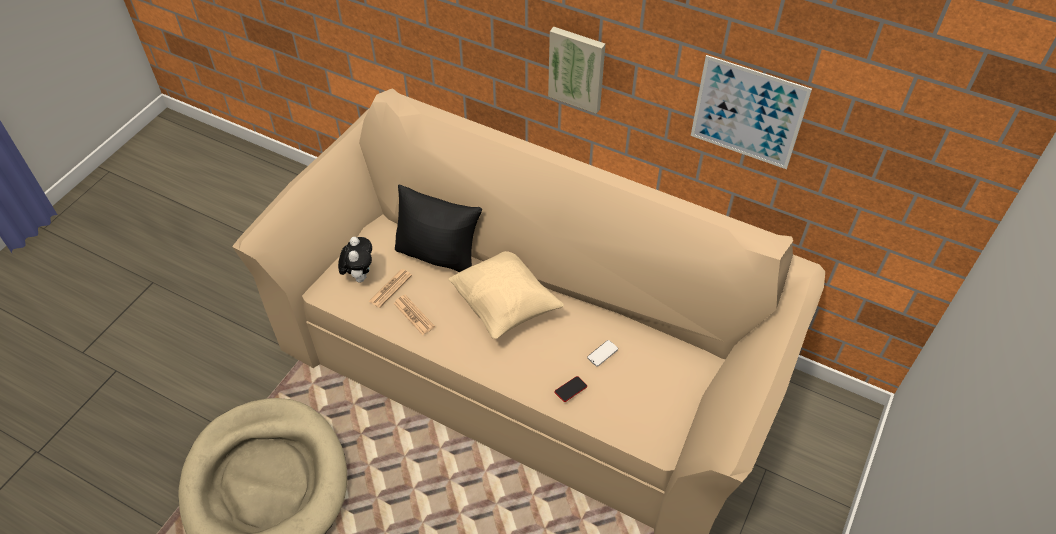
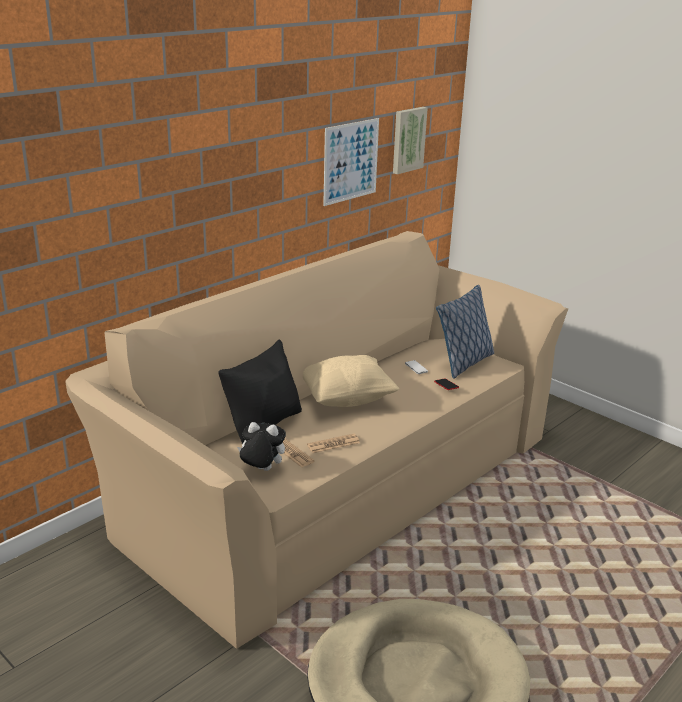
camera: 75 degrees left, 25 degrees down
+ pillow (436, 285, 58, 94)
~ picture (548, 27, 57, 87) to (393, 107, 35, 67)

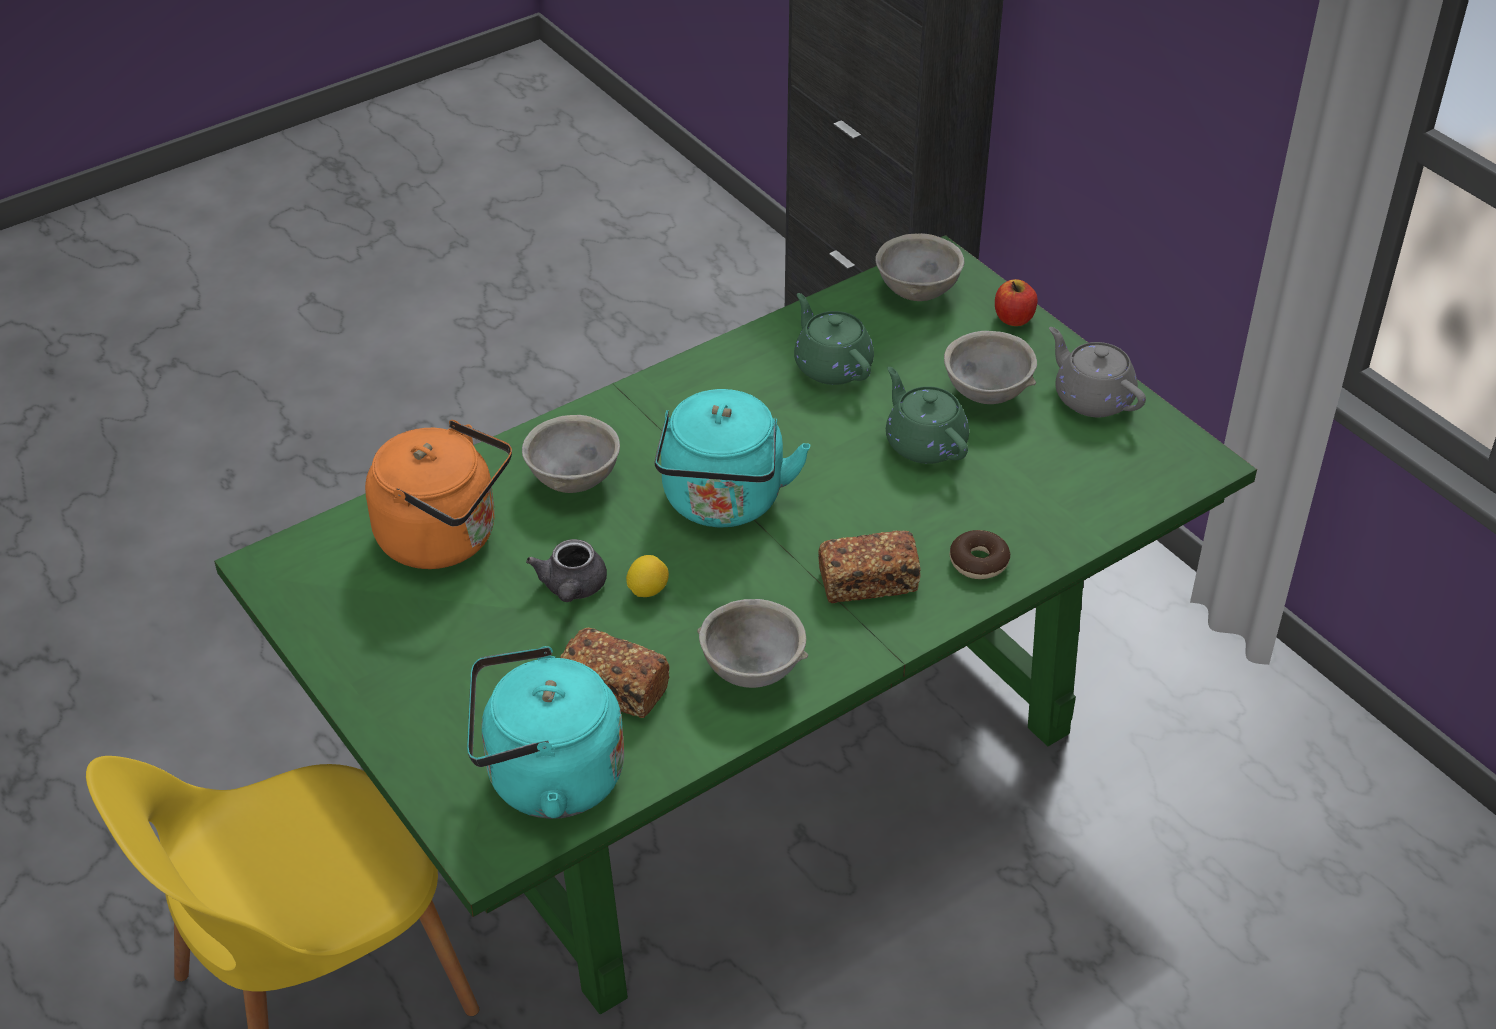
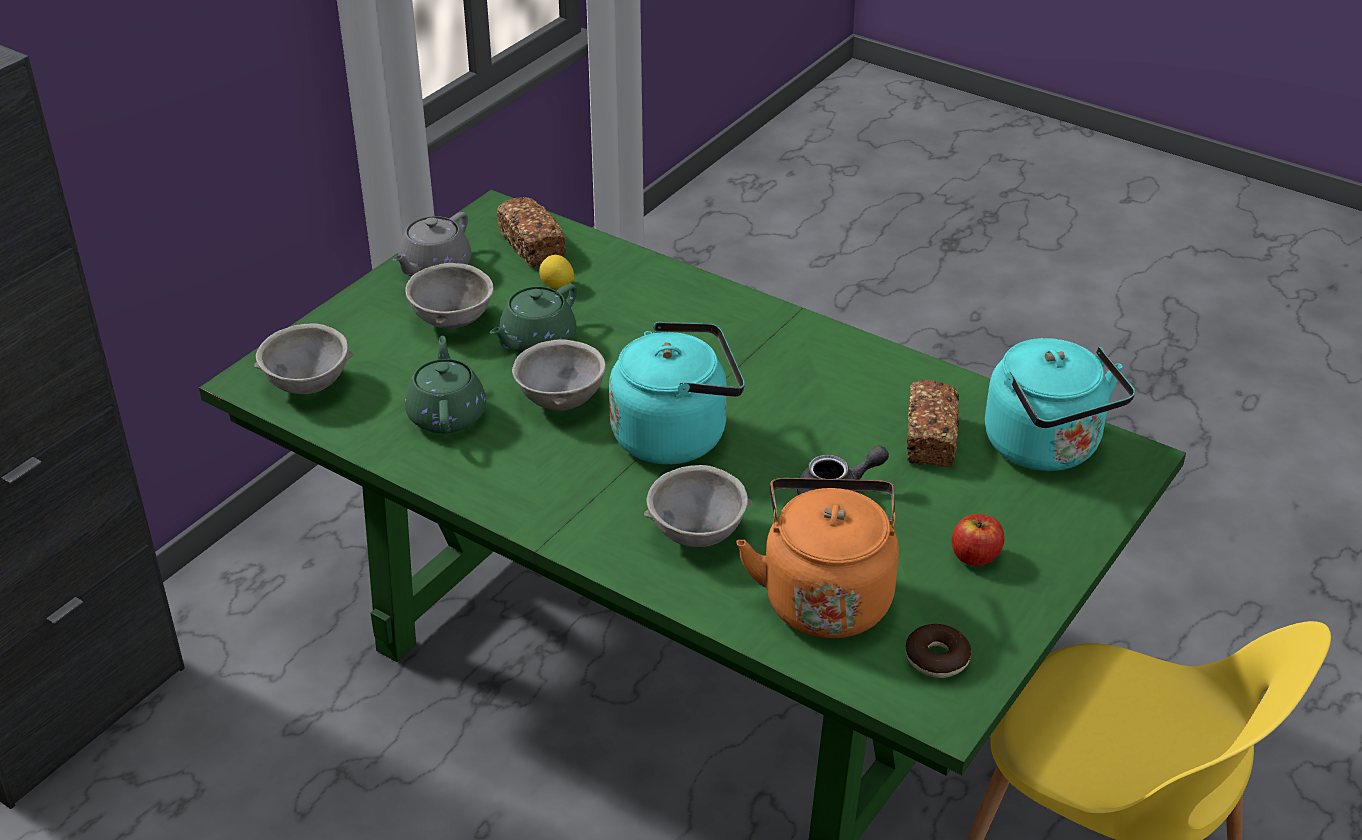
camera: 110 degrees left, 5 degrees down
~ lemon (626, 555, 43, 42) to (539, 255, 35, 34)
~ gray bowl (697, 599, 111, 89) to (512, 339, 94, 72)
~ bakery bread (818, 531, 103, 72) to (496, 197, 70, 70)
~ ring doughnut (950, 530, 60, 49) to (906, 624, 65, 54)
~ apple (995, 279, 43, 47) to (952, 514, 52, 52)
~ green tea pot (794, 293, 80, 92) = (405, 336, 81, 98) 135 degrees clockwise

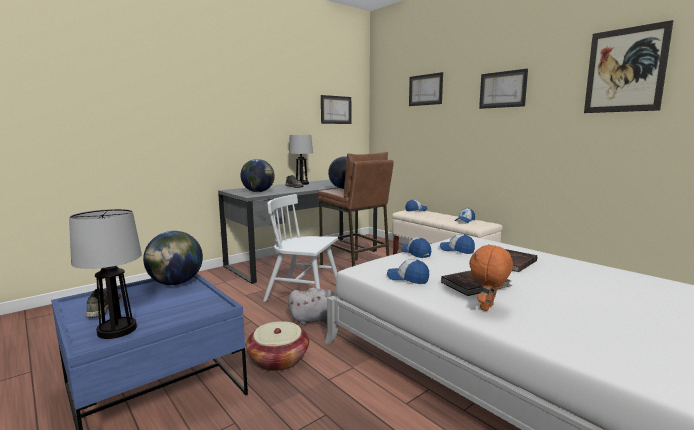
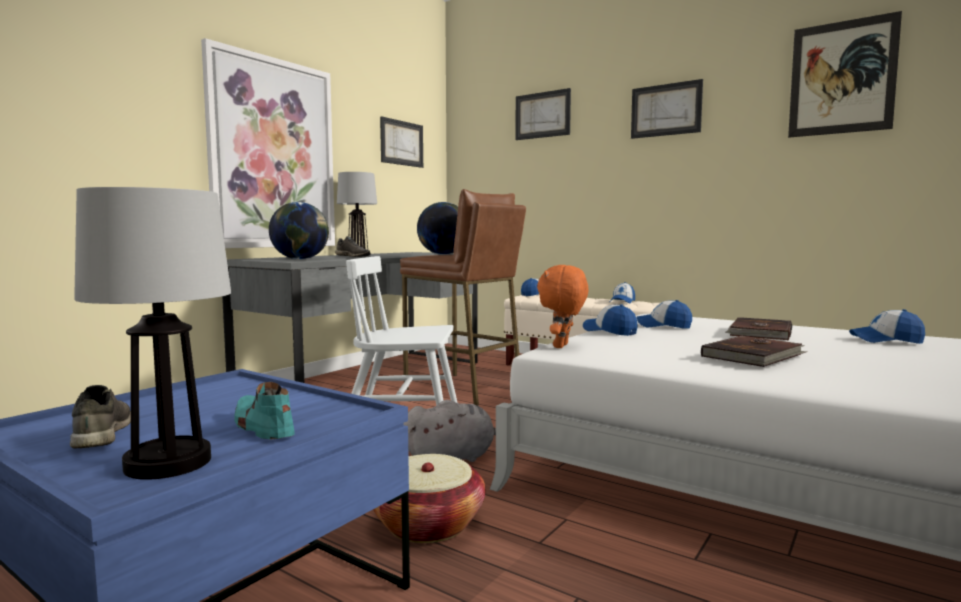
camera: 15 degrees left, 5 degrees down
- world globe (143, 231, 60, 54)
+ picture (201, 38, 134, 210)
+ turquoise item of footwear (234, 382, 61, 58)
~ peaked cap (387, 259, 42, 25) to (849, 309, 76, 35)
~ orange plush toy (469, 244, 44, 67) to (537, 265, 52, 83)

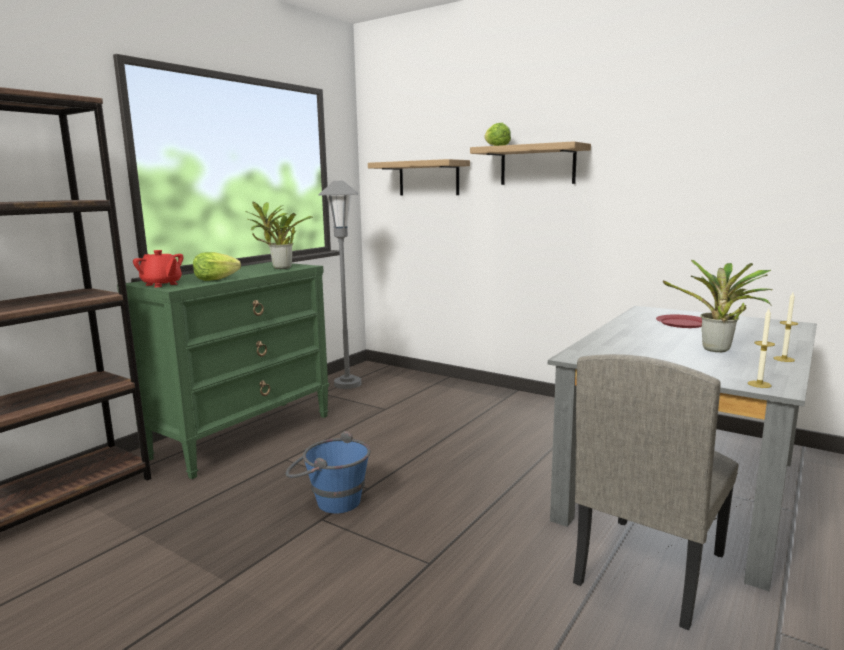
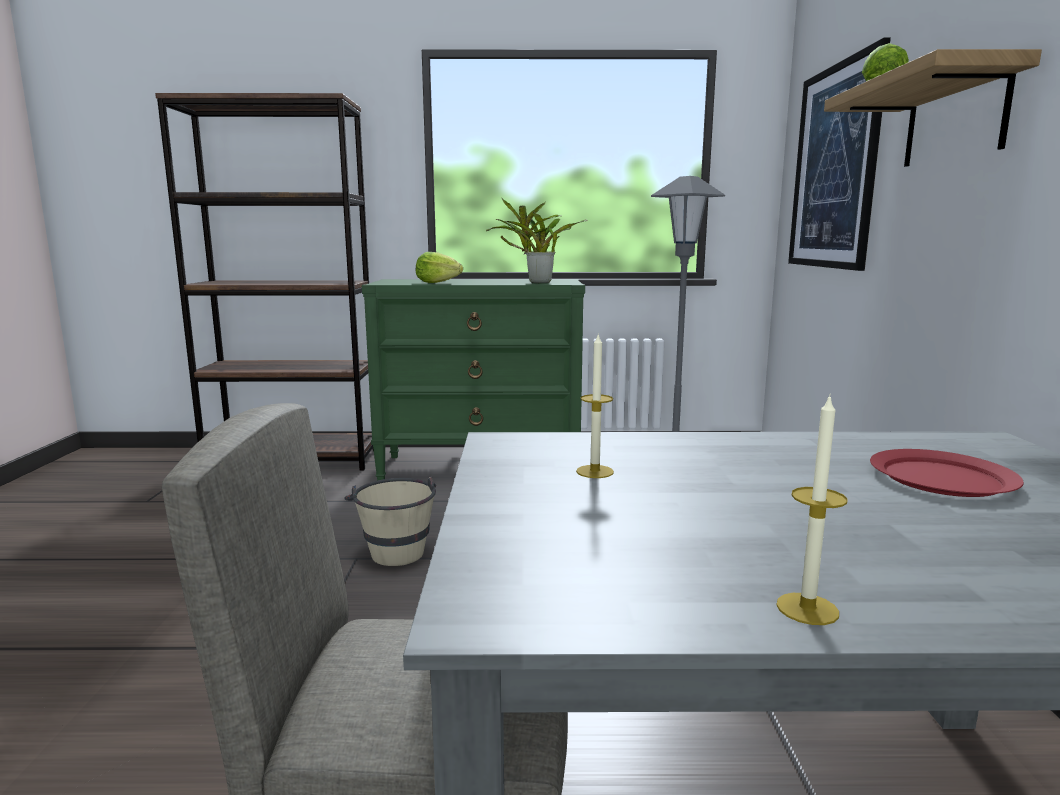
camera: 55 degrees right, 0 degrees up
- red-coloured tea pot (133, 250, 50, 37)
- plant in a pot (663, 260, 110, 92)
~ candle (748, 309, 27, 79) to (576, 333, 38, 145)
~ bracket shelf (368, 159, 102, 37) to picture (788, 37, 103, 234)
~ blue-coloured pail (286, 431, 85, 82) to beige pail (344, 476, 92, 90)

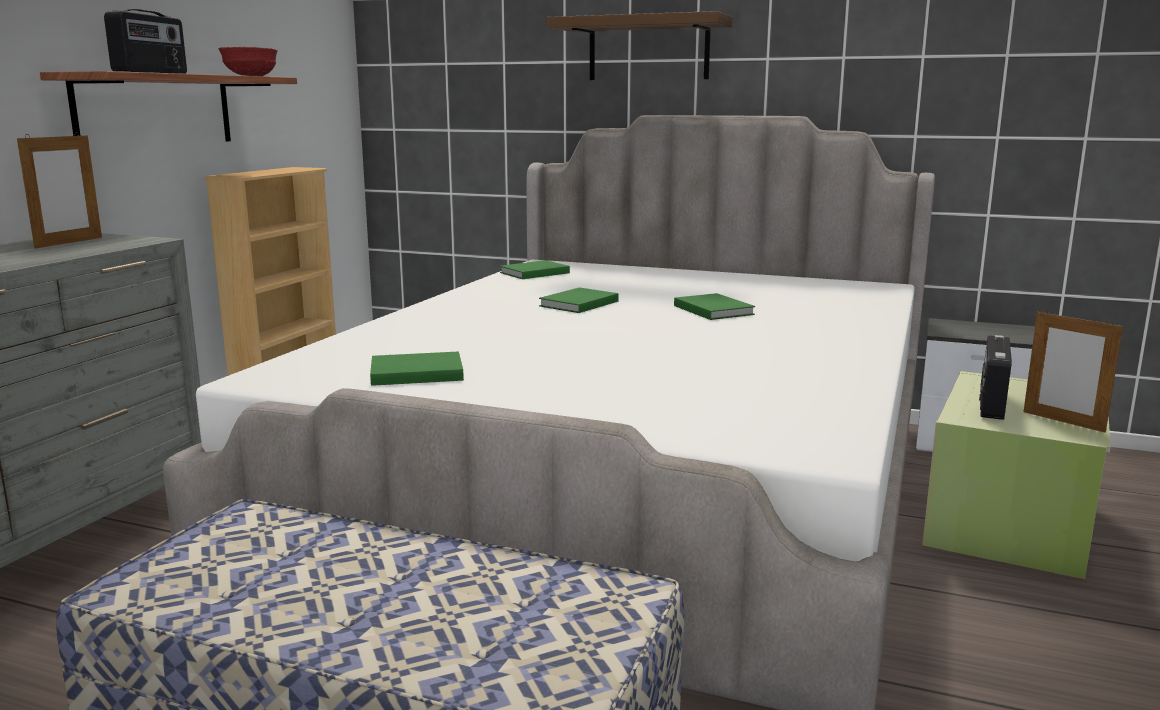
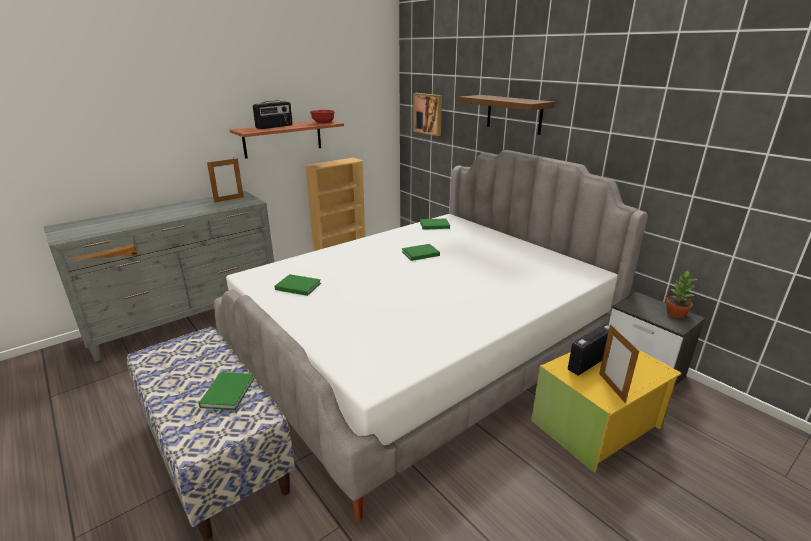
camera: 30 degrees right, 10 degrees up
+ picture (413, 93, 29, 43)
+ plant in a pot (666, 270, 33, 48)
~ green volume (674, 293, 81, 27) to (199, 372, 55, 38)
~ green storage box (922, 371, 189, 208) to yellow-coloured storage box (531, 349, 150, 124)

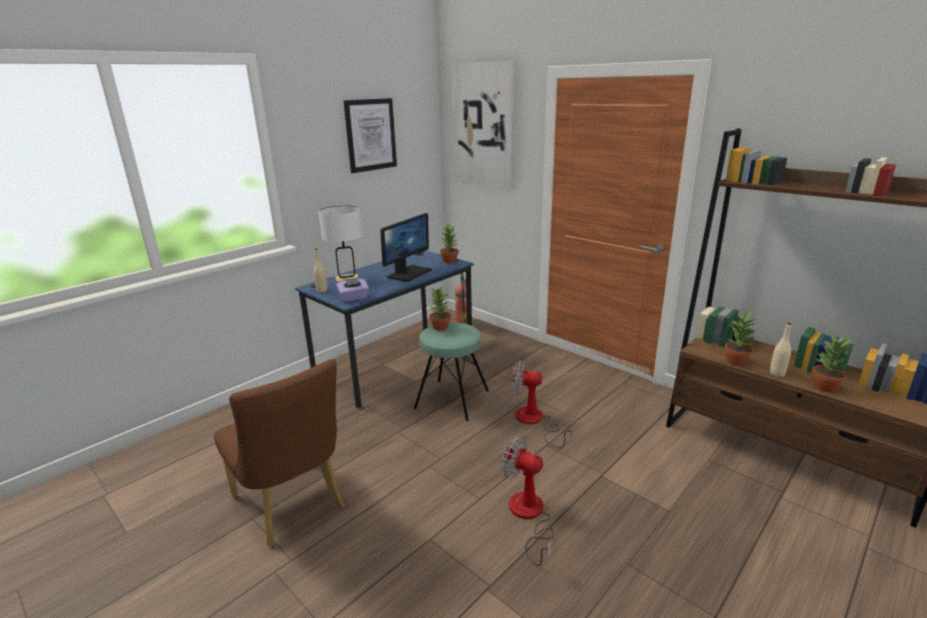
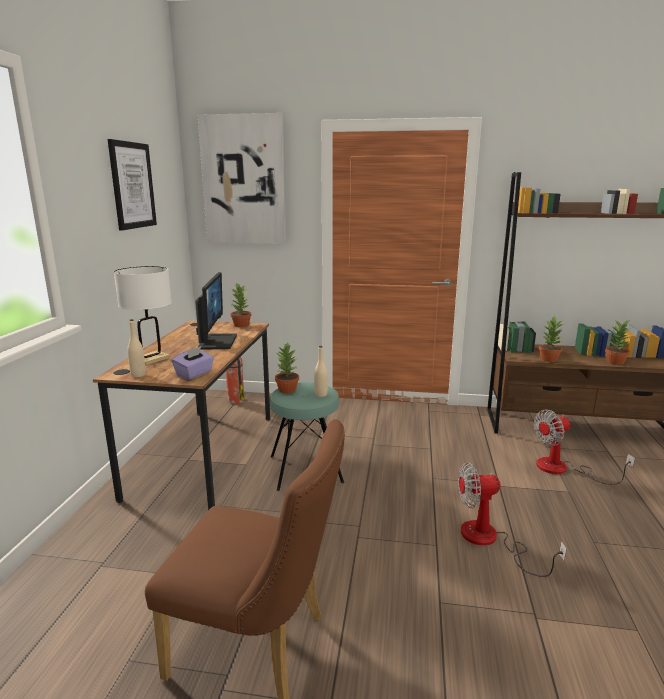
camera: 35 degrees left, 5 degrees down
~ fan (512, 361, 60, 87) to (534, 410, 101, 75)
~ beige beverage bottle (770, 322, 22, 55) to (314, 346, 14, 51)
~ blue-coloured desk (295, 251, 179, 157) to brown desk (93, 320, 178, 190)

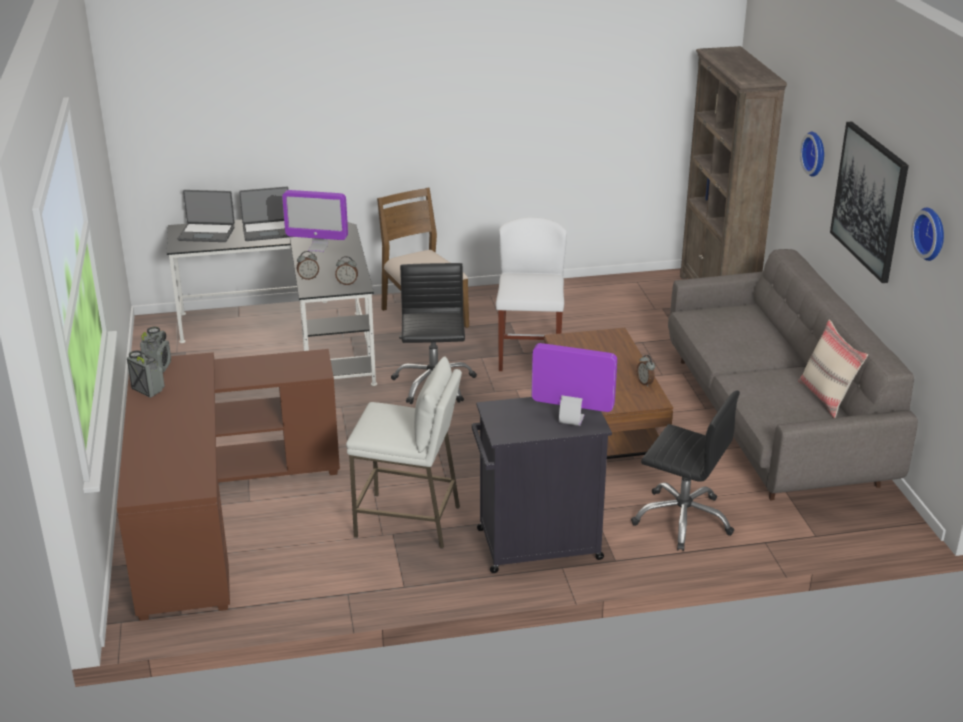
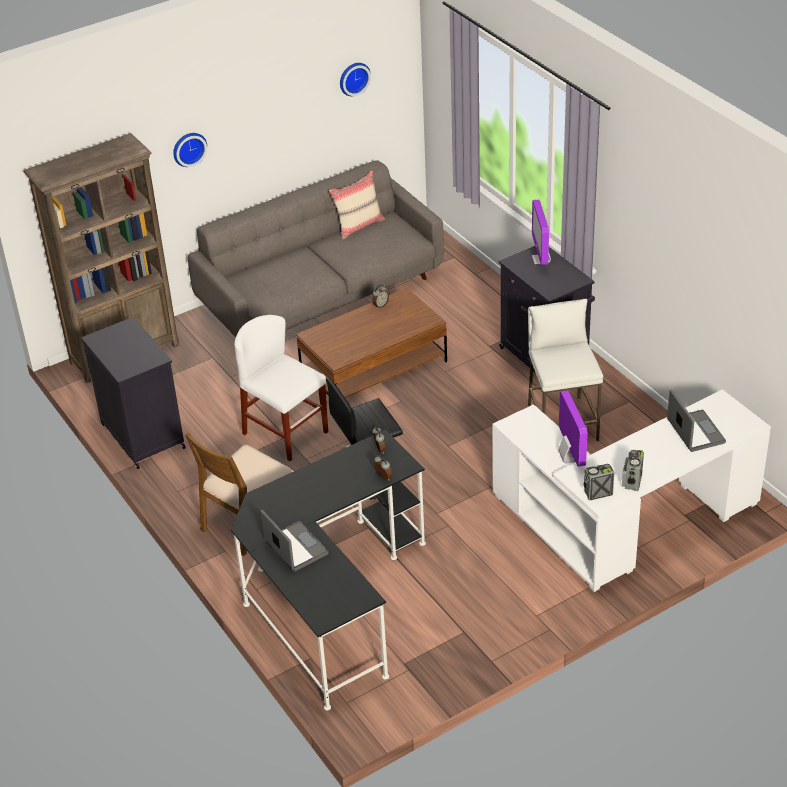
camera: 110 degrees left, 10 degrees up
- blackish computer chair (631, 390, 109, 161)
- picture (830, 121, 79, 162)
+ blackish cabinet (81, 317, 105, 152)
~ portable computer (178, 190, 57, 52) to (667, 390, 59, 62)
~ monitor (282, 190, 66, 62) to (558, 391, 30, 76)
~ brown desk (117, 349, 223, 272) to whitish desk (492, 389, 279, 203)
~ whitish chair (496, 217, 71, 154) = (234, 315, 94, 146) 60 degrees clockwise

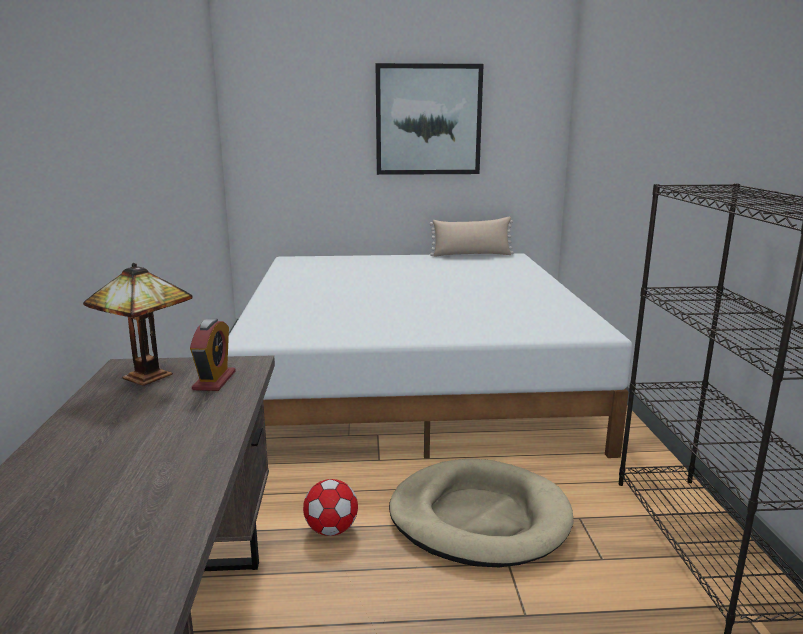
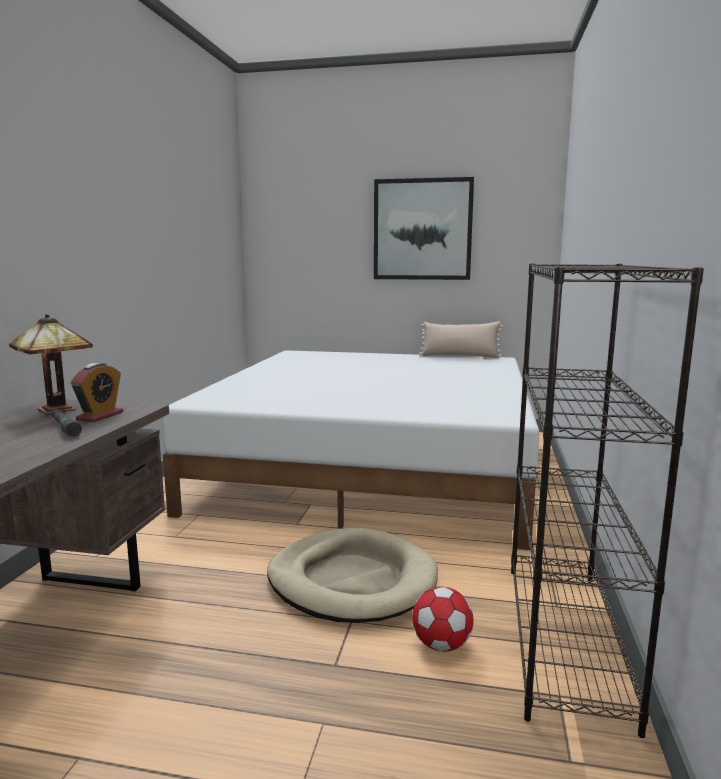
camera: 15 degrees right, 5 degrees down
+ gray torch (52, 409, 30, 29)
~ football (303, 479, 55, 57) to (412, 587, 62, 65)

